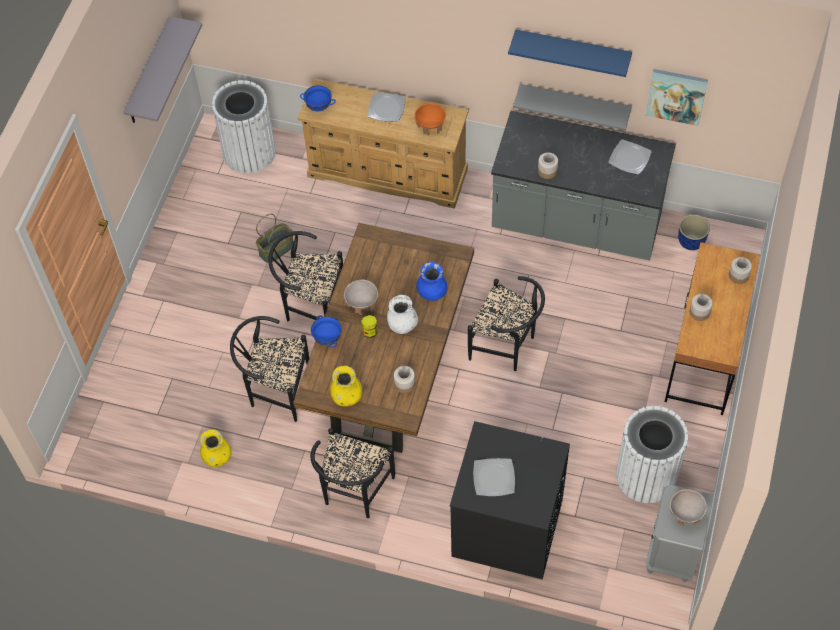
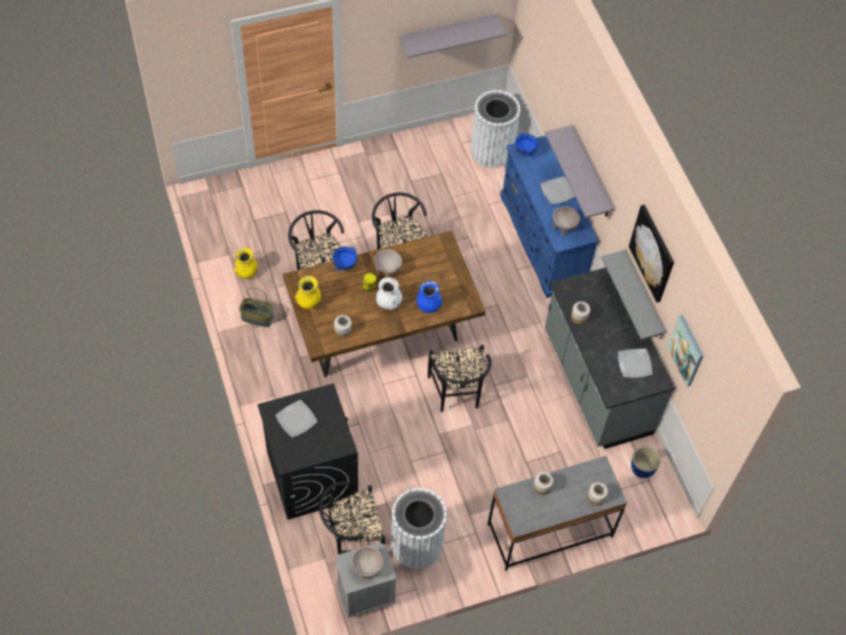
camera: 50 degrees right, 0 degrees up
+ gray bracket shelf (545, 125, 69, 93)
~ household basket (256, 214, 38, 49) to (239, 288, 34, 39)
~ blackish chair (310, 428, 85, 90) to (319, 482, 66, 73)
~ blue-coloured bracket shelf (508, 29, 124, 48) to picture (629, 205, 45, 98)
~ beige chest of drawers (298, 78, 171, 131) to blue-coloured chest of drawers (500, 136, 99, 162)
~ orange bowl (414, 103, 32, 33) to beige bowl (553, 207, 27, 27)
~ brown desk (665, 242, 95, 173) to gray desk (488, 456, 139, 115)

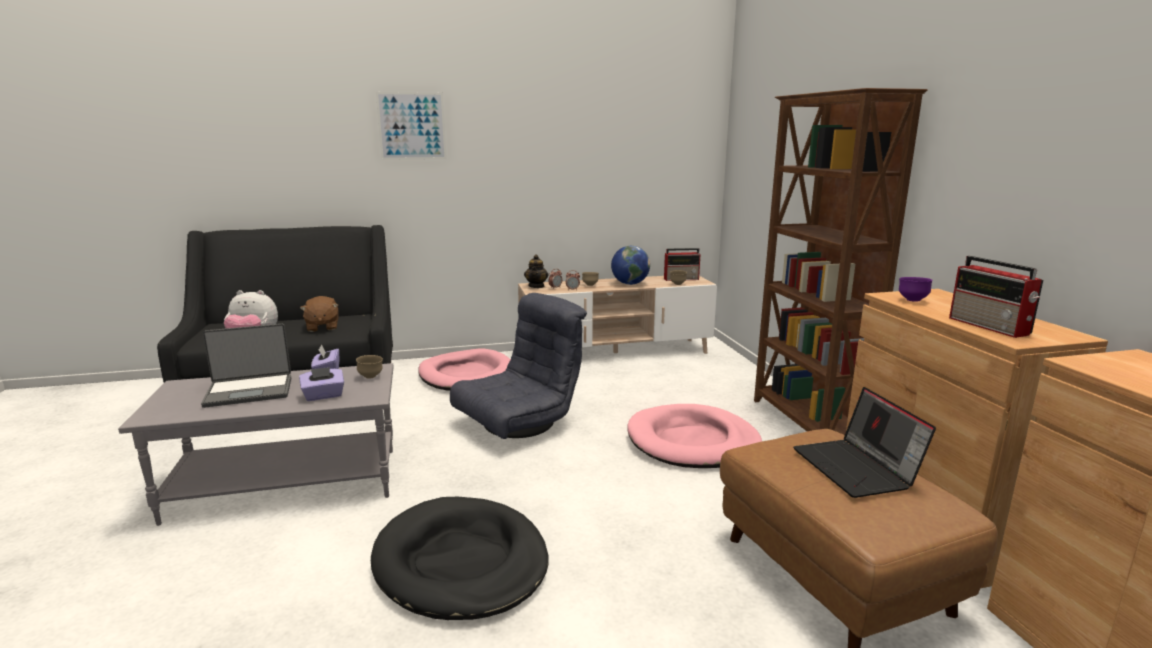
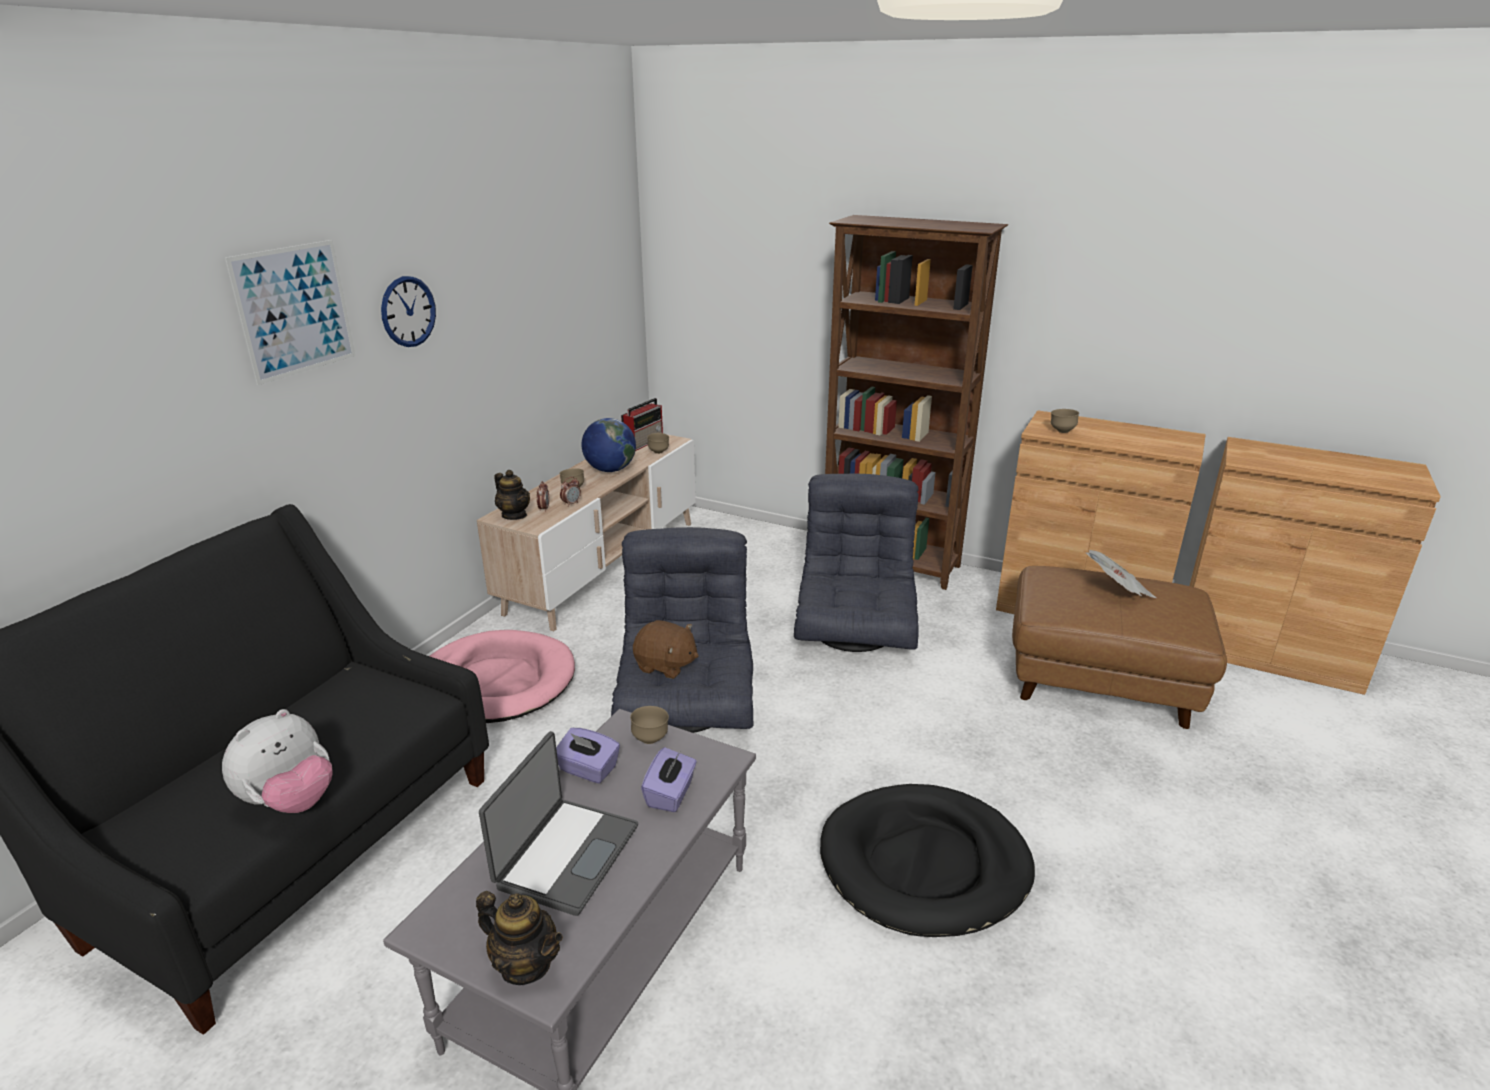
camera: 50 degrees left, 10 degrees up
- radio set (949, 256, 94, 82)
+ wall clock (381, 276, 55, 71)
+ tea pot (476, 891, 87, 94)
~ brown plush toy (300, 296, 38, 36) to (633, 620, 66, 59)
~ pink dog cushion (628, 404, 134, 64) to gray lounge chair (794, 474, 125, 178)
~ portable computer (793, 387, 143, 111) to daily paper (1085, 550, 72, 48)
~ purple bowl (899, 277, 34, 25) to brown bowl (1051, 409, 28, 24)

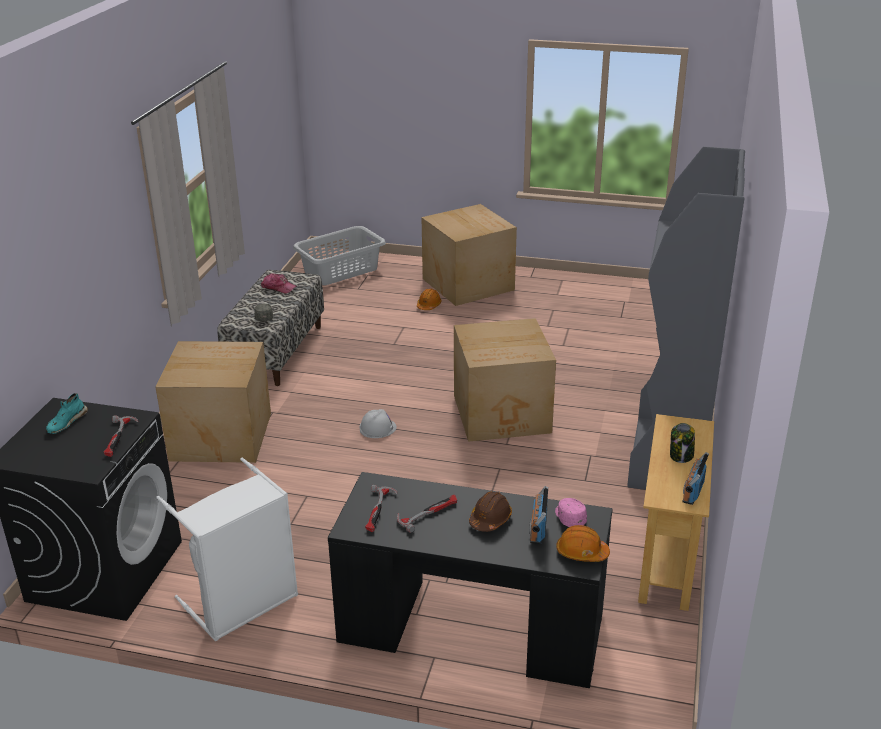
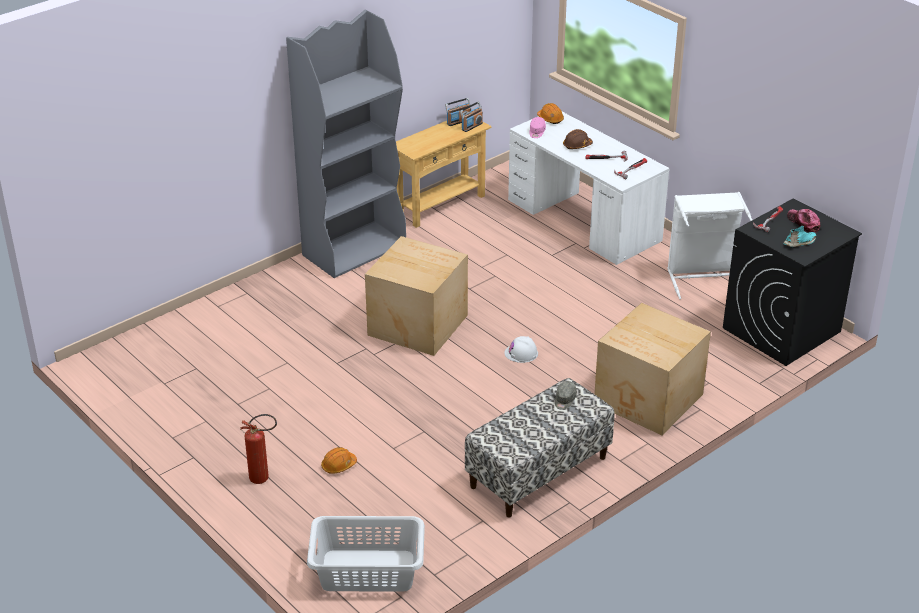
camera: 145 degrees left, 5 degrees up
- storage jar (670, 423, 25, 40)
~ peaked cap (261, 273, 36, 21) to (787, 209, 34, 24)
~ radio set (529, 486, 19, 58) to (460, 101, 23, 31)
~ carton (421, 204, 96, 102) to extinguisher (240, 414, 37, 70)
~ blackish desk (328, 472, 285, 216) to whitish desk (508, 112, 162, 153)

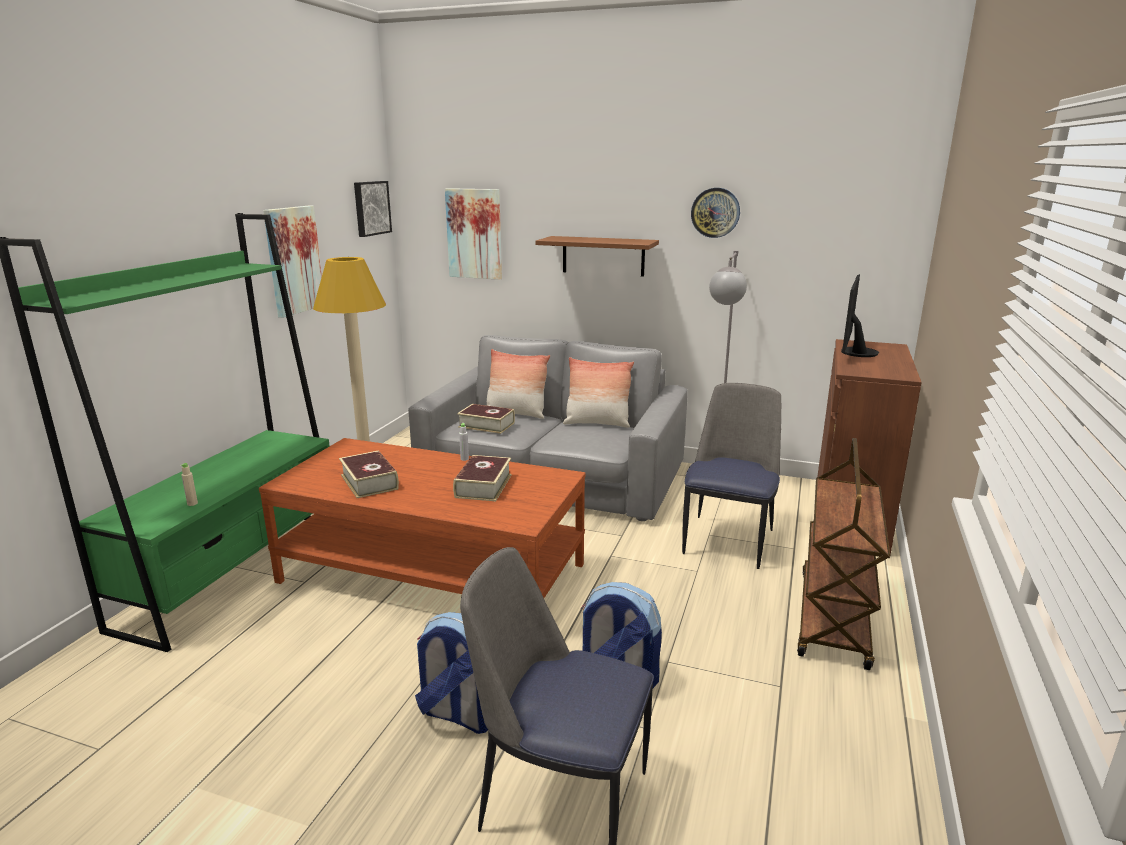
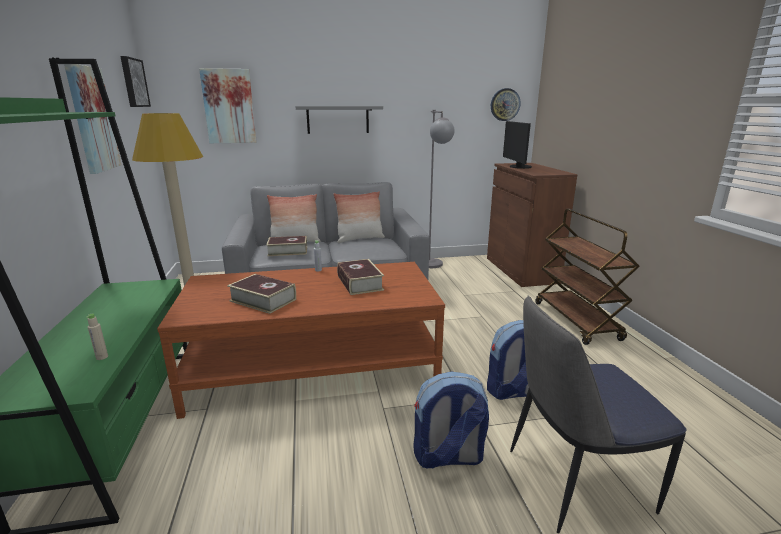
camera: 30 degrees left, 0 degrees up
- chair (682, 383, 99, 186)
~ wall clock (691, 188, 49, 50) to (491, 88, 30, 33)
~ brown bracket shelf (535, 236, 124, 41) to gray bracket shelf (295, 106, 88, 28)

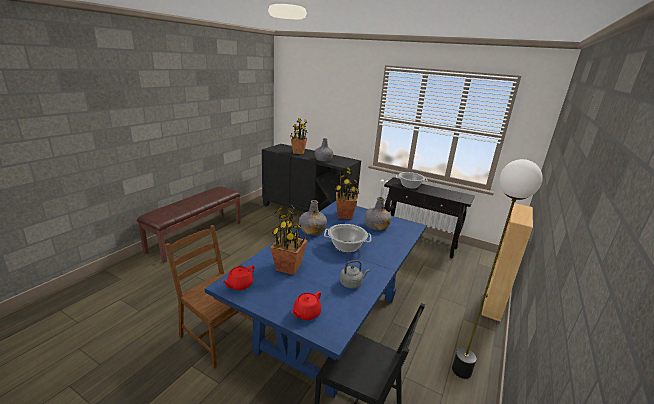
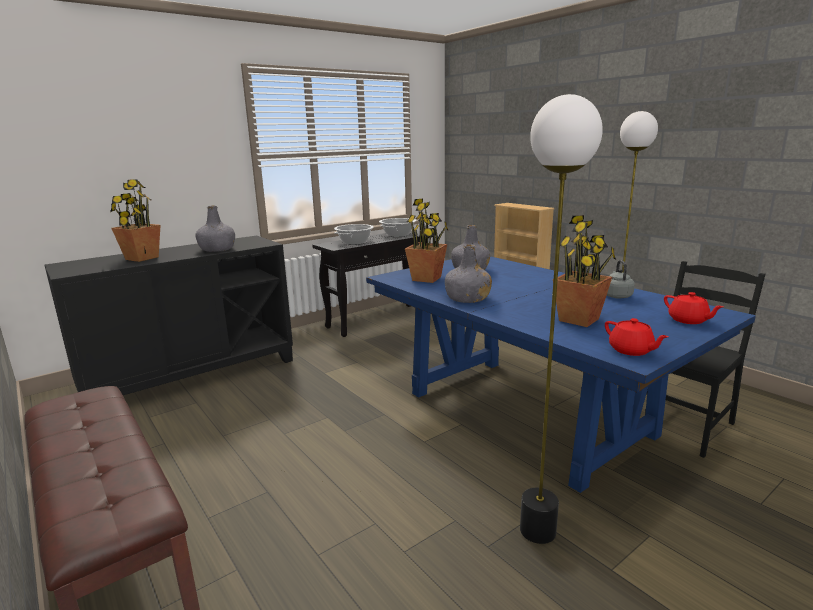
camera: 65 degrees left, 5 degrees down
~ stockpot (324, 224, 47, 28) to (379, 218, 37, 19)
~ brown chair (165, 225, 88, 144) to floor lamp (520, 94, 83, 450)

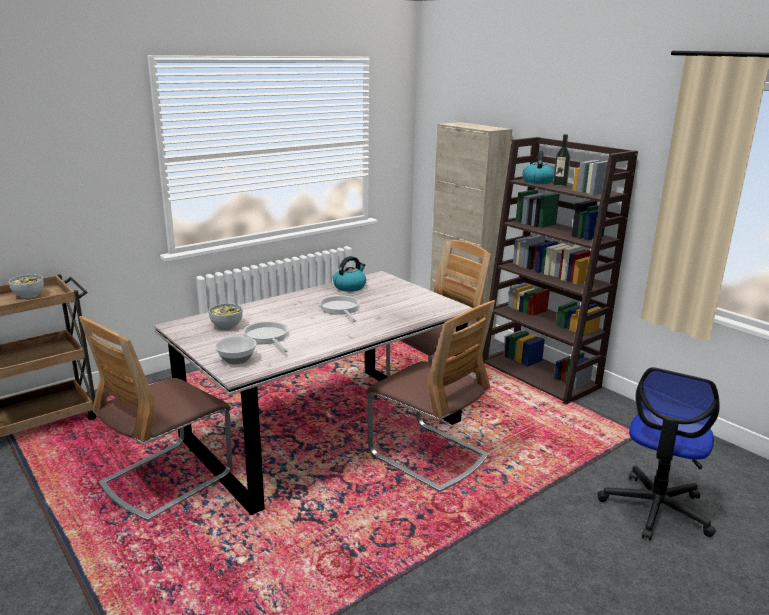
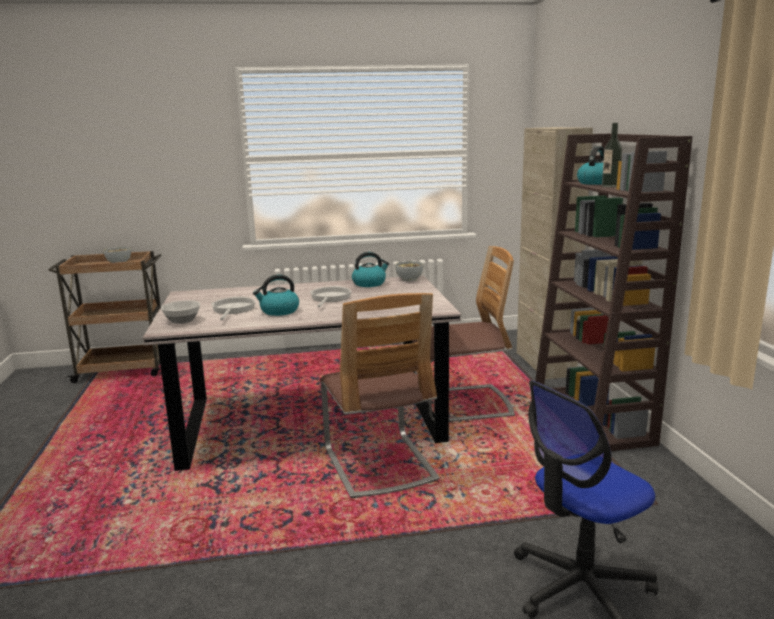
camera: 30 degrees right, 5 degrees down
- chair (79, 316, 153, 205)
+ kettle (253, 275, 46, 41)
~ bowl (209, 303, 34, 27) to (395, 261, 28, 20)

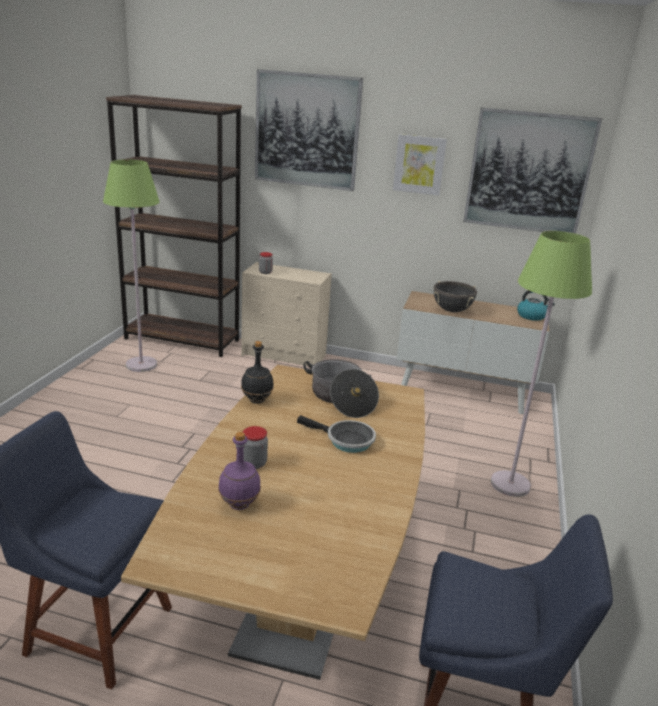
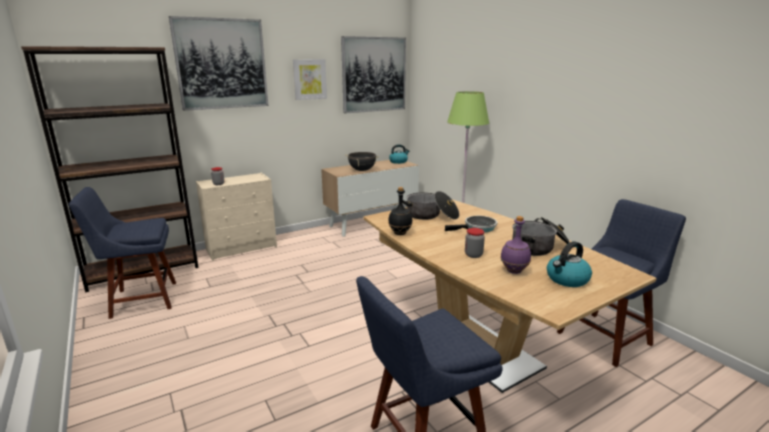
camera: 45 degrees left, 5 degrees down
+ stockpot (512, 217, 58, 39)
+ kettle (547, 241, 45, 46)
~ green floor lamp (103, 159, 57, 213) to blue-coloured chair (69, 187, 107, 132)

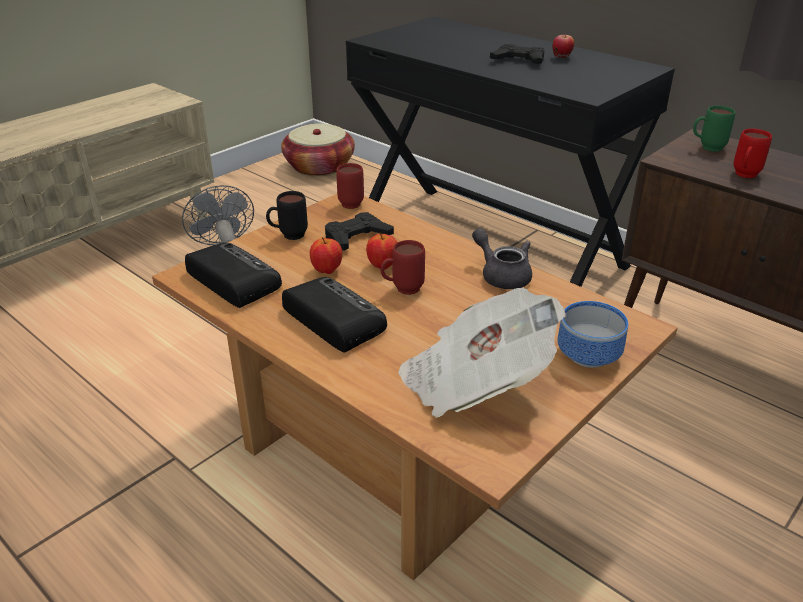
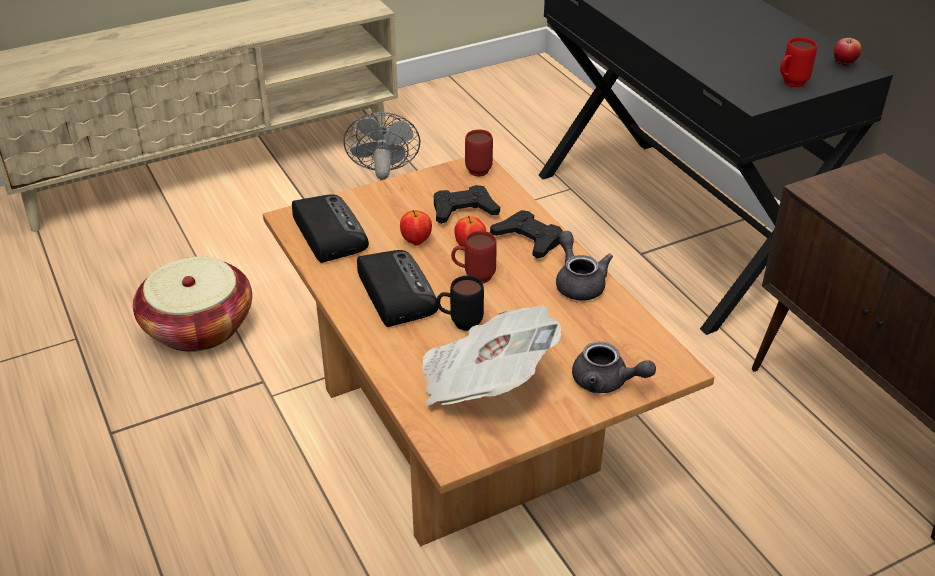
camera: 20 degrees right, 5 degrees up
- green mug (693, 105, 42, 47)
~ blackish mug (266, 191, 42, 49) to (436, 276, 48, 55)
~ household basket (281, 124, 74, 53) to (133, 256, 119, 96)
~ blackish joypad (490, 44, 54, 20) to (490, 210, 73, 48)
~ apple (553, 35, 21, 23) to (834, 38, 28, 28)
~ red-coloured mug (733, 129, 39, 49) to (780, 37, 37, 50)
~ bowl (558, 301, 70, 67) to gray tea pot (572, 342, 84, 51)

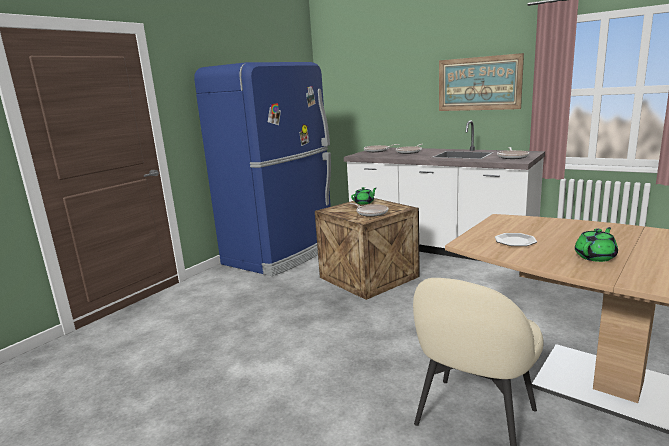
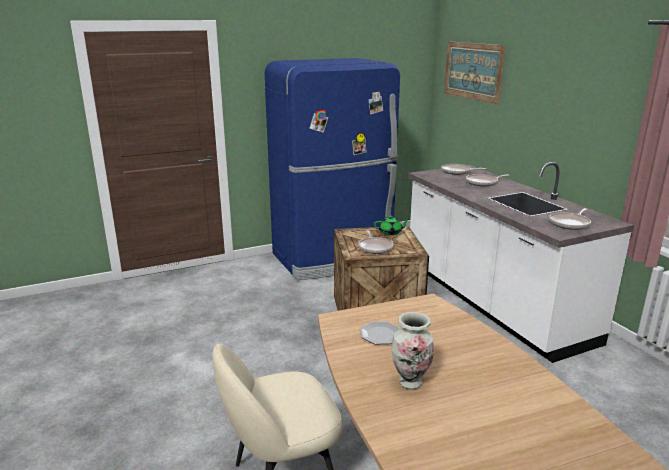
camera: 30 degrees right, 5 degrees up
~ picture (439, 53, 85, 58) to (444, 41, 62, 63)
~ green tea pot (575, 227, 43, 35) to vase (392, 312, 42, 77)

